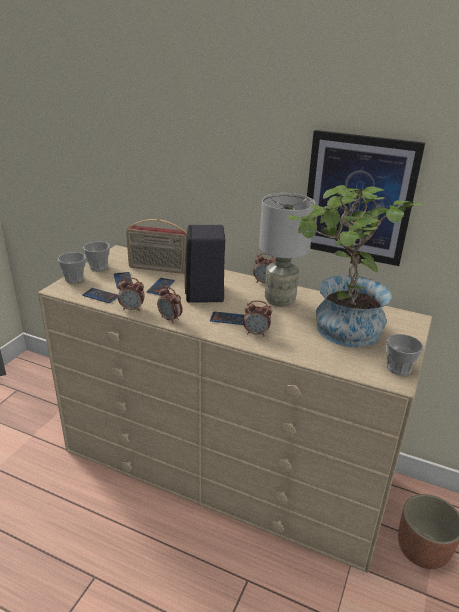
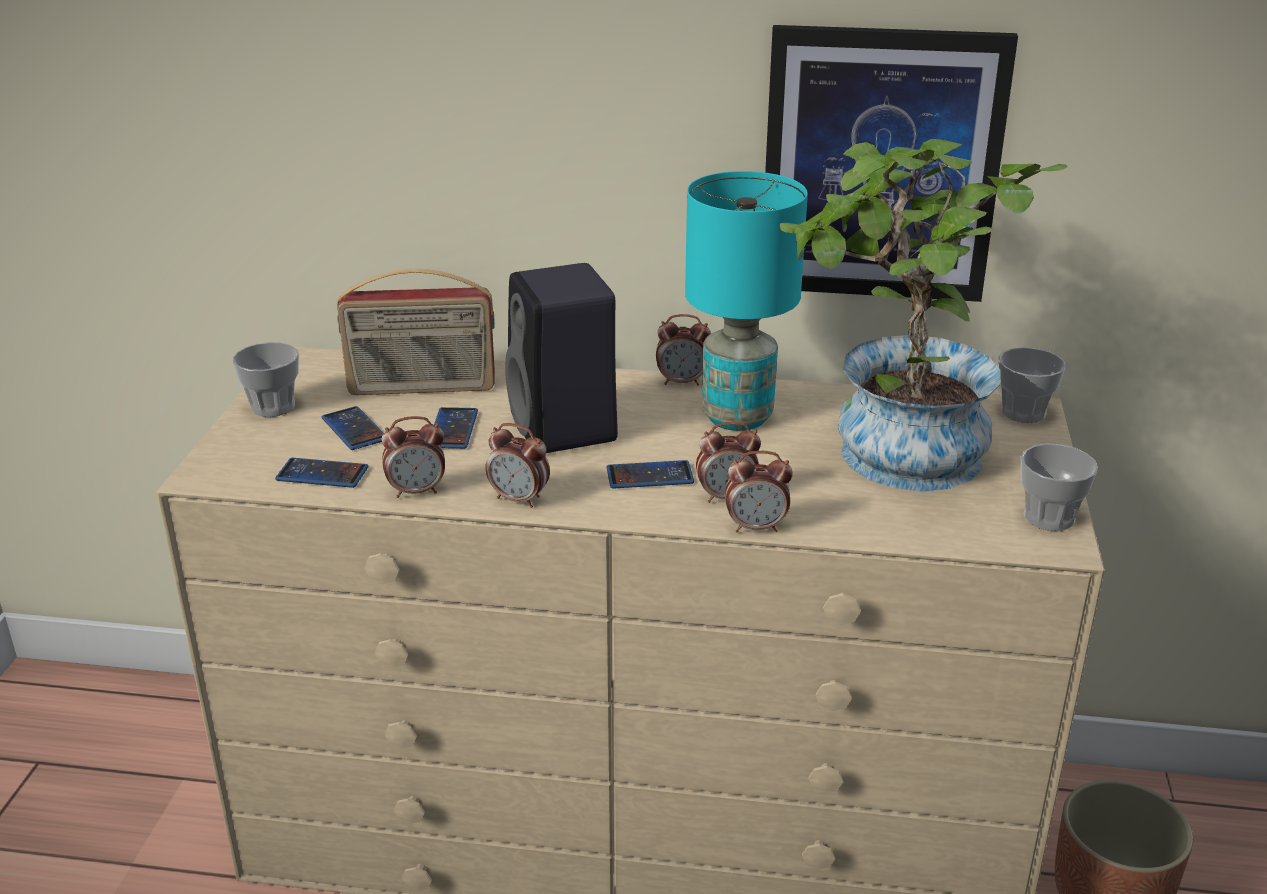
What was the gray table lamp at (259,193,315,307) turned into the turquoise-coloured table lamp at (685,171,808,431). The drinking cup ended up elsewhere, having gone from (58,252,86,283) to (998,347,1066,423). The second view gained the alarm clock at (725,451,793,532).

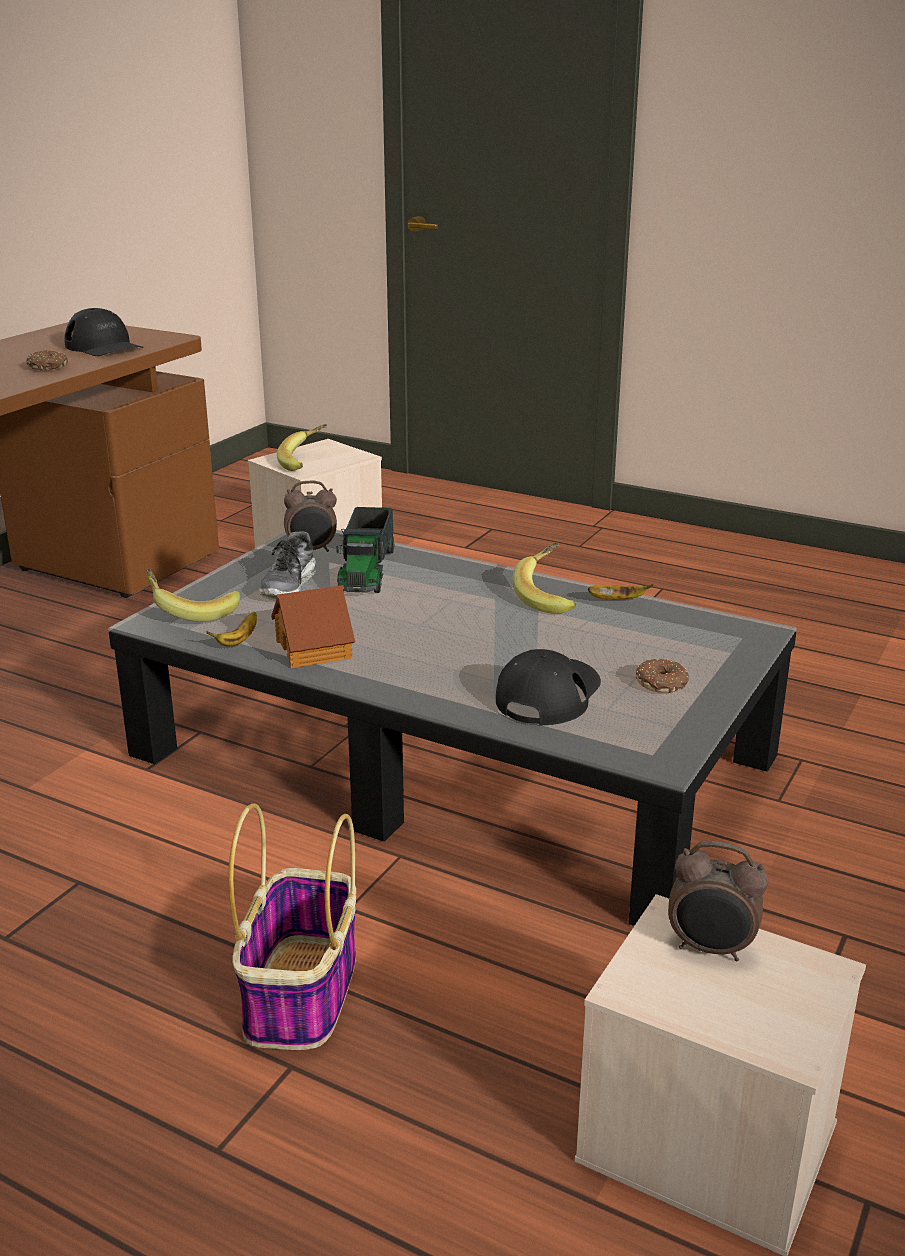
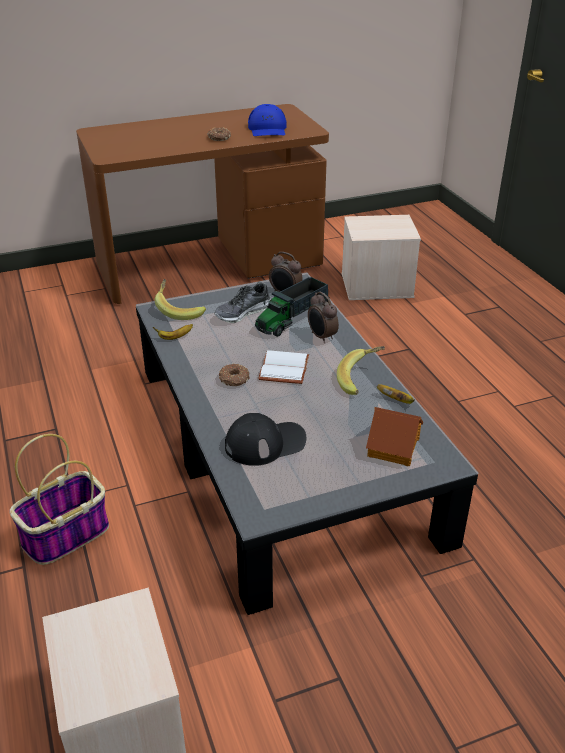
What was the black peaked cap at (64,308,143,356) turned into the bluish peaked cap at (248,104,287,136). The second view lost the banana at (277,424,327,471). The miniature house ended up elsewhere, having gone from (271,585,355,668) to (366,407,423,466). The doughnut ended up elsewhere, having gone from (636,658,689,693) to (219,363,250,386). The alarm clock ended up elsewhere, having gone from (668,841,769,962) to (308,292,339,343). The second view gained the whitish book at (258,350,309,384).

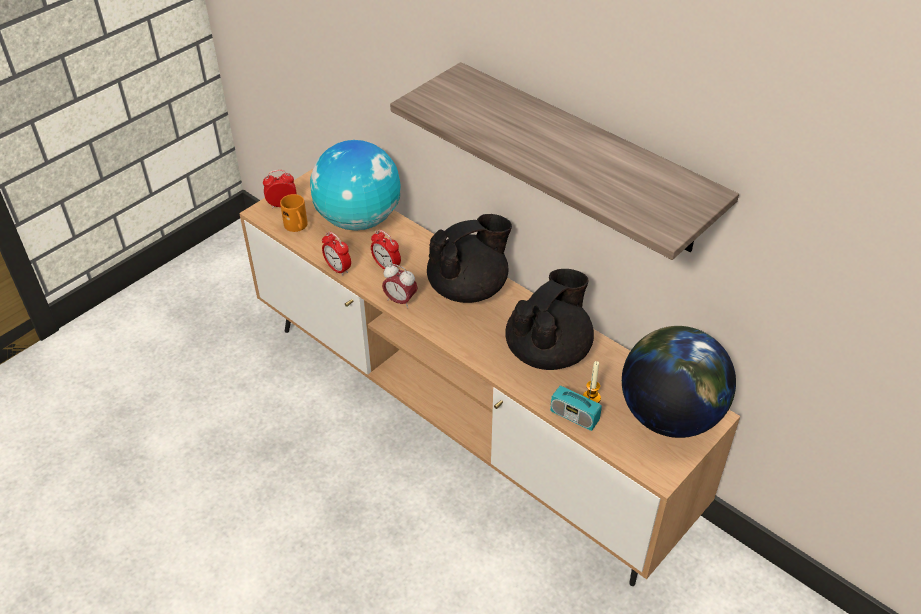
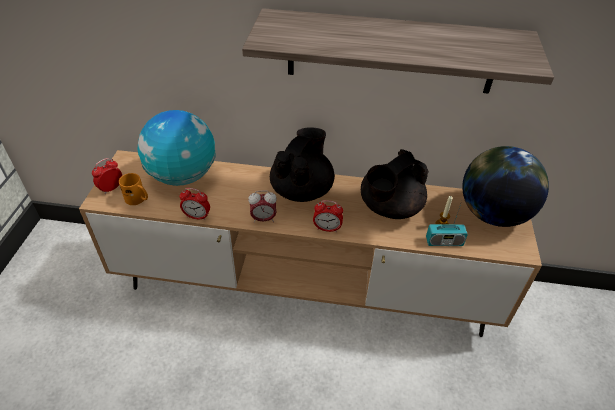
The alarm clock ended up elsewhere, having gone from (371,230,401,269) to (313,200,343,232). The black pot for tea at (505,269,594,370) ended up facing another way, 135 degrees counterclockwise from before.

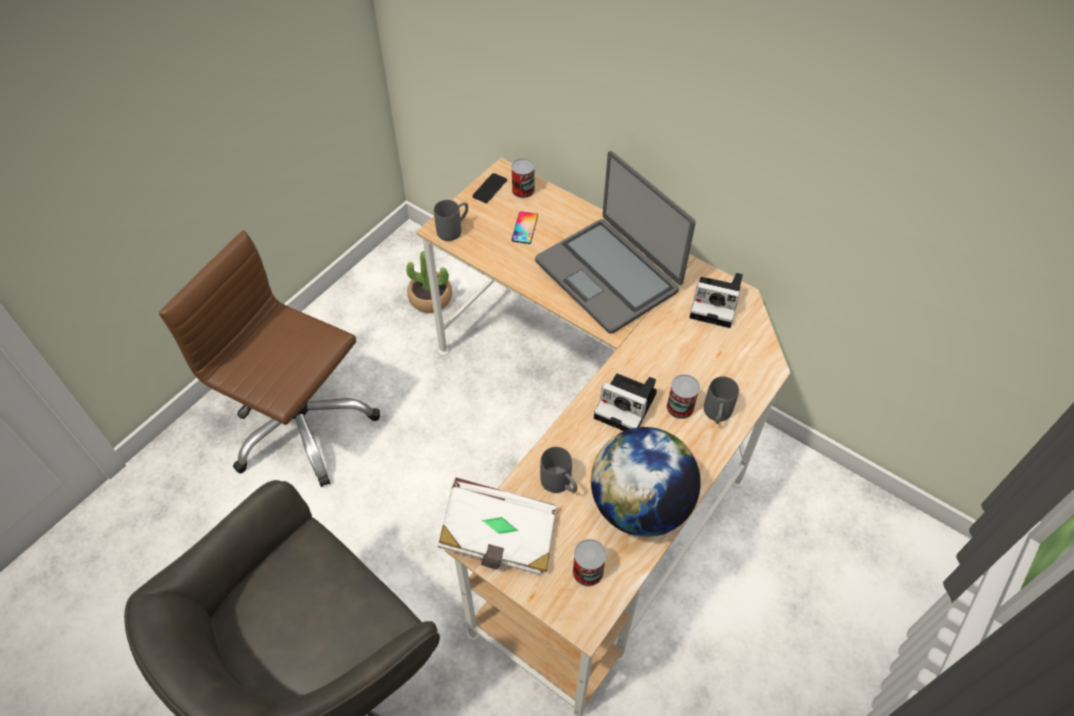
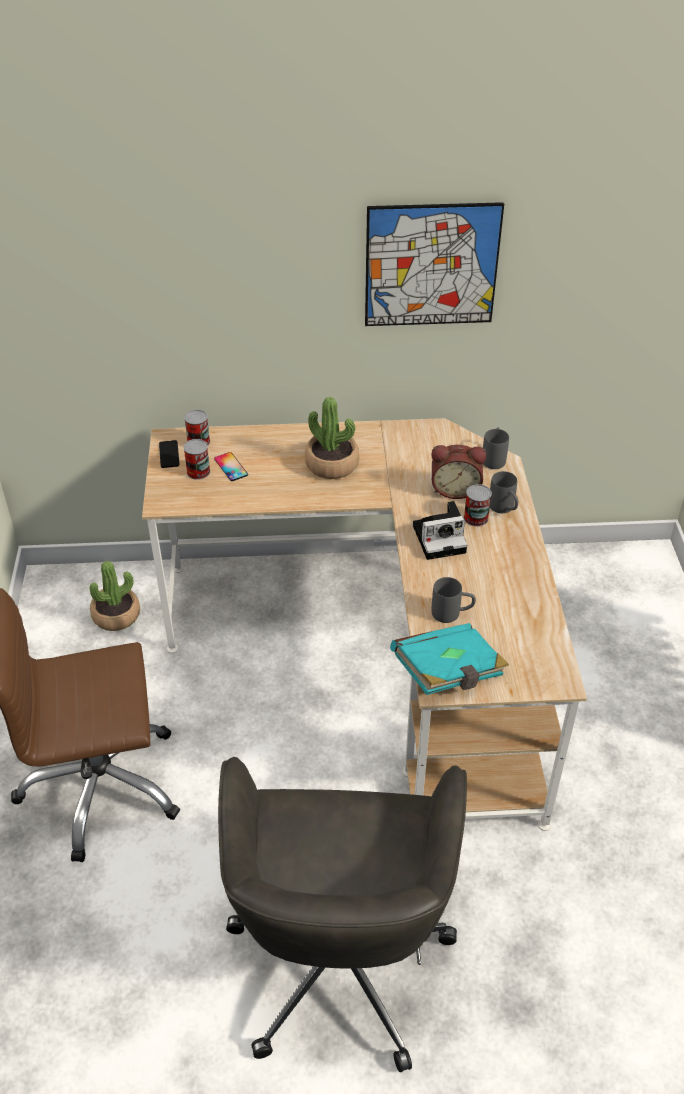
Where the portable computer stood at (535,151,696,334), the plant in a pot came to stand at (305,397,360,479). The gray tea mug ended up elsewhere, having gone from (434,200,468,241) to (483,427,509,469). The second view lost the still camera at (689,273,743,328). The second view lost the globe at (591,427,701,537). What was the whitish book at (438,477,556,575) turned into the turquoise-coloured book at (390,623,509,695). The can ended up elsewhere, having gone from (573,539,606,586) to (184,439,210,480). The second view gained the wall picture at (365,202,504,326). The second view gained the alarm clock at (431,445,486,499).

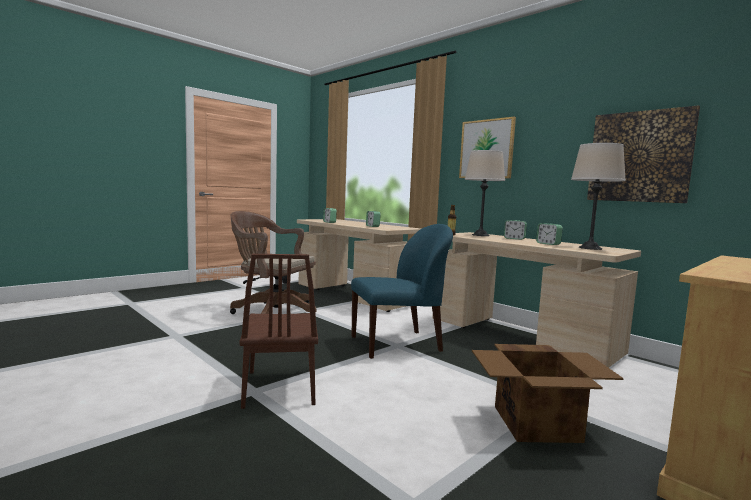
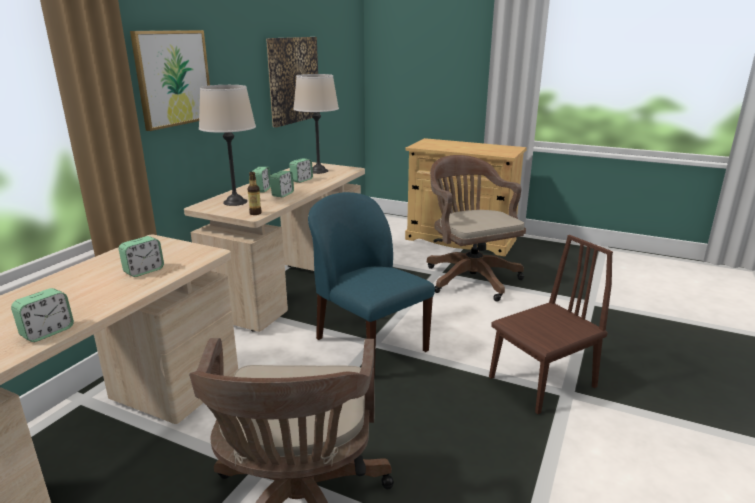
Where the carton stood at (472,344,624,443), the brown-coloured desk chair came to stand at (427,155,526,302). The second view gained the alarm clock at (270,171,294,197).

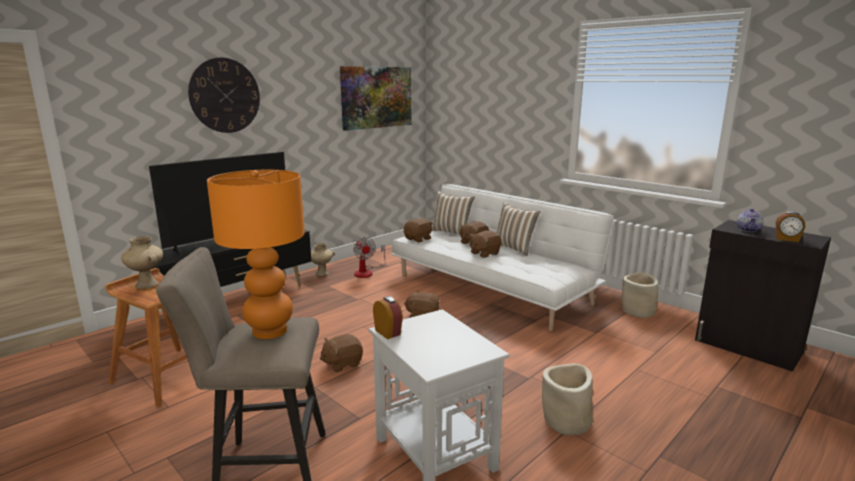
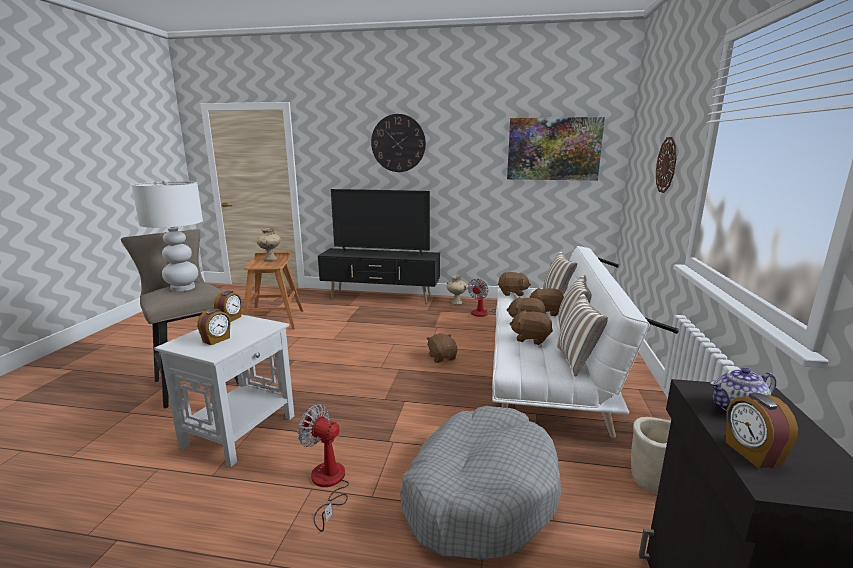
What was the orangey table lamp at (207,170,305,339) turned into the whitish table lamp at (132,179,203,292). The brown-coloured plush toy ended up elsewhere, having gone from (320,334,363,372) to (509,310,553,345). Where the beige plant pot stood at (542,364,593,435), the cooling fan came to stand at (297,404,349,532). The second view gained the hanging clock at (656,137,677,193). The second view gained the throw pillow at (557,294,608,376). The second view gained the alarm clock at (197,309,231,345). The second view gained the gray dog cushion at (400,406,561,559).

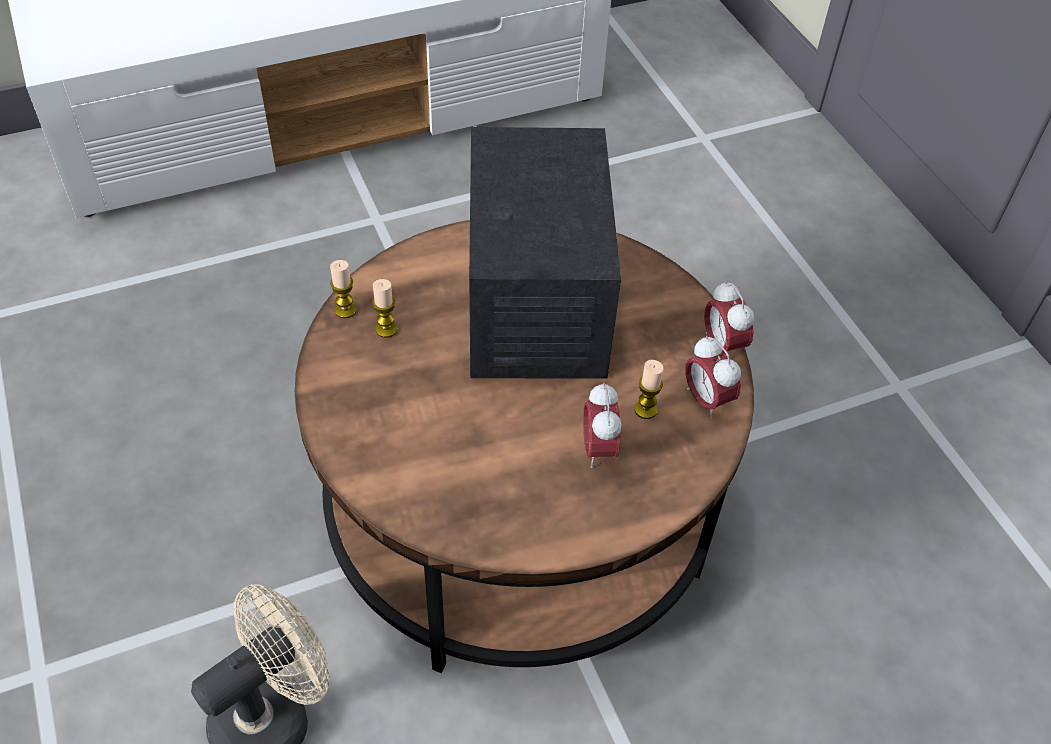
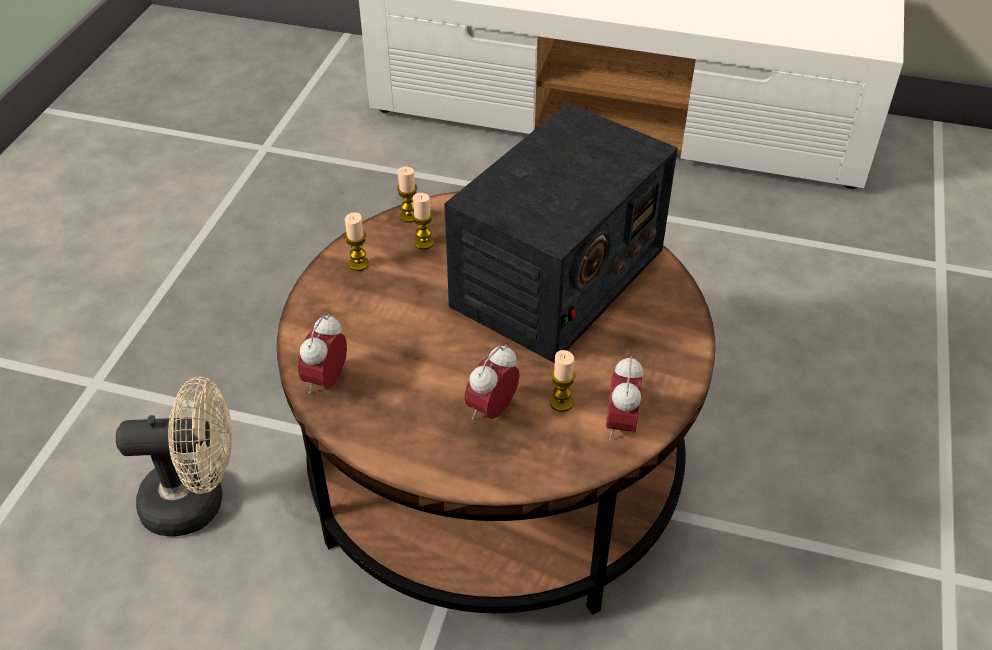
The alarm clock ended up elsewhere, having gone from (704,281,754,351) to (298,314,347,394). The second view gained the candle at (345,212,369,271).

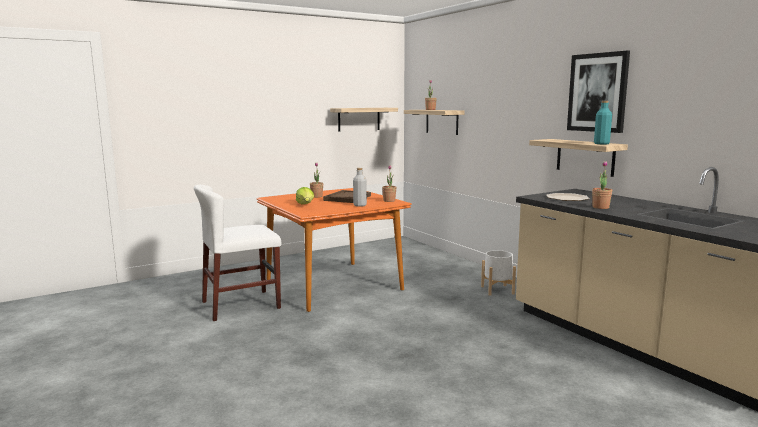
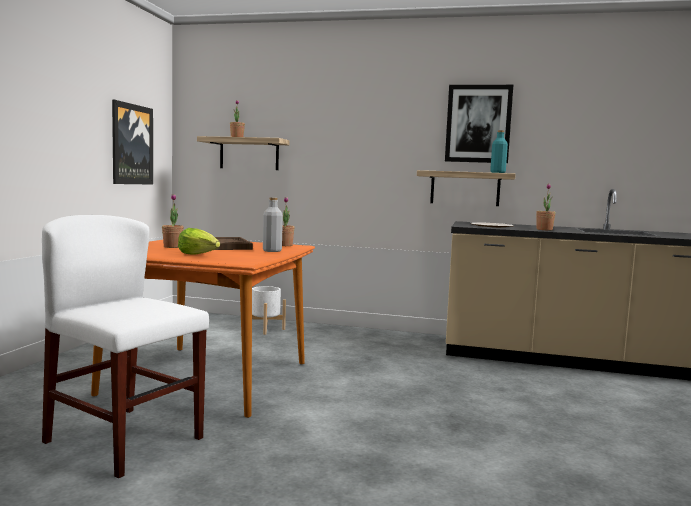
Where the wall shelf hung at (330,108,398,131), the wall picture came to hang at (112,100,153,185). The whitish upright chair at (194,185,281,321) ended up facing another way, 105 degrees clockwise from before. The whitish plant pot ended up elsewhere, having gone from (481,250,516,296) to (252,286,286,335).

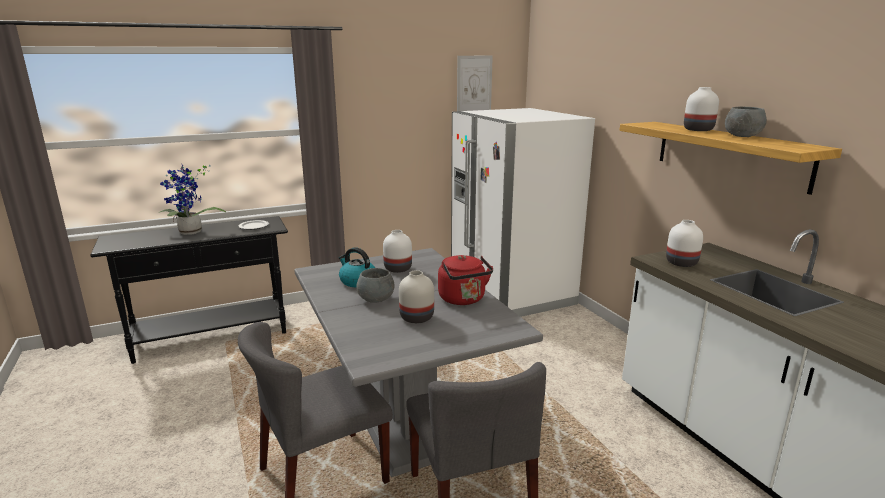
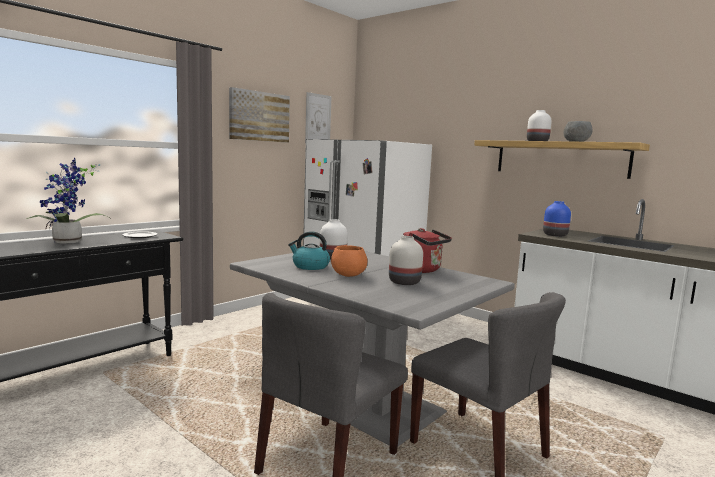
What was the whitish vase at (666,220,703,267) turned into the bluish vase at (543,201,571,237). What was the gray bowl at (356,268,394,303) turned into the orangey bowl at (331,245,367,277). The second view gained the wall picture at (229,87,290,143).

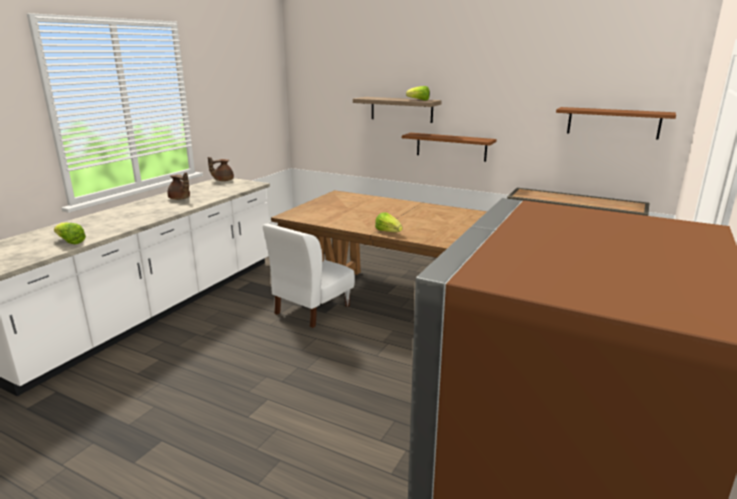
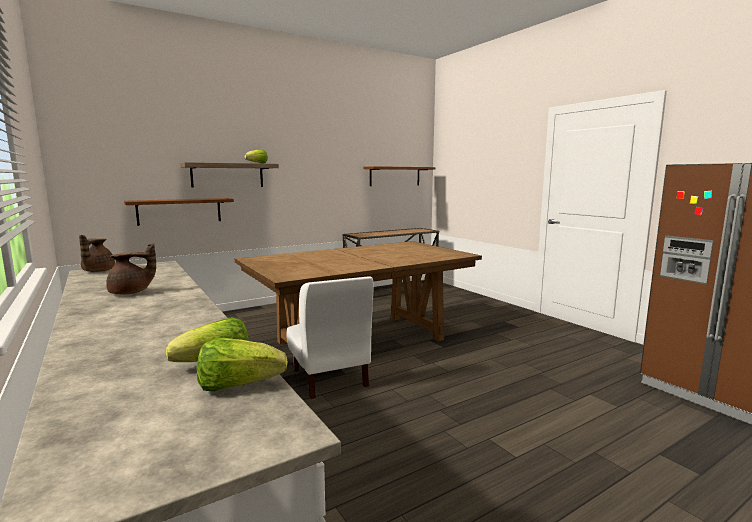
The brown-coloured wall shelf ended up elsewhere, having gone from (402,133,497,162) to (124,198,234,226). The head of lettuce ended up elsewhere, having gone from (375,212,403,232) to (197,338,288,392).

